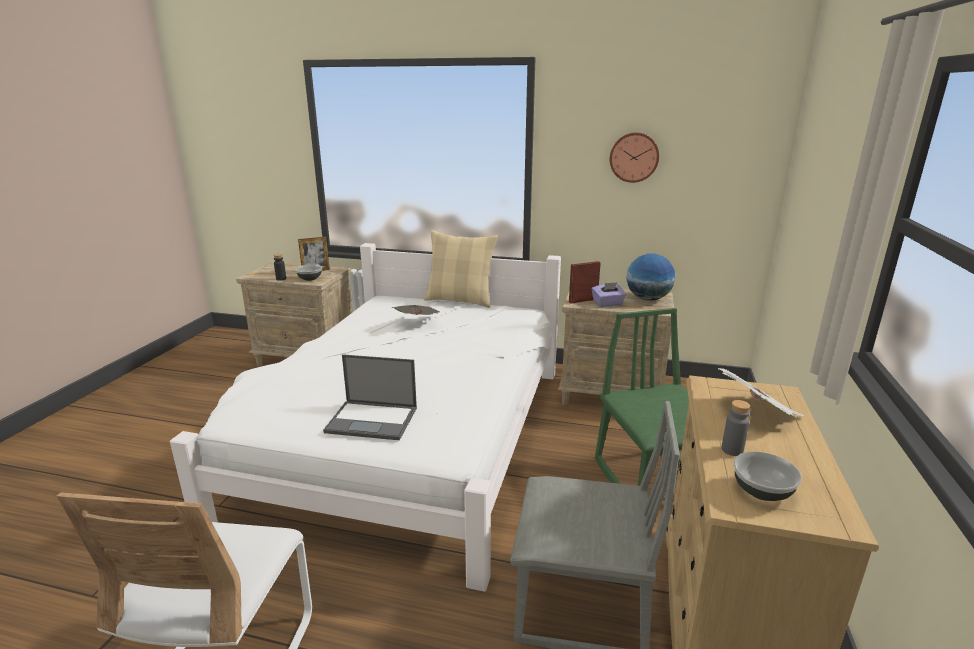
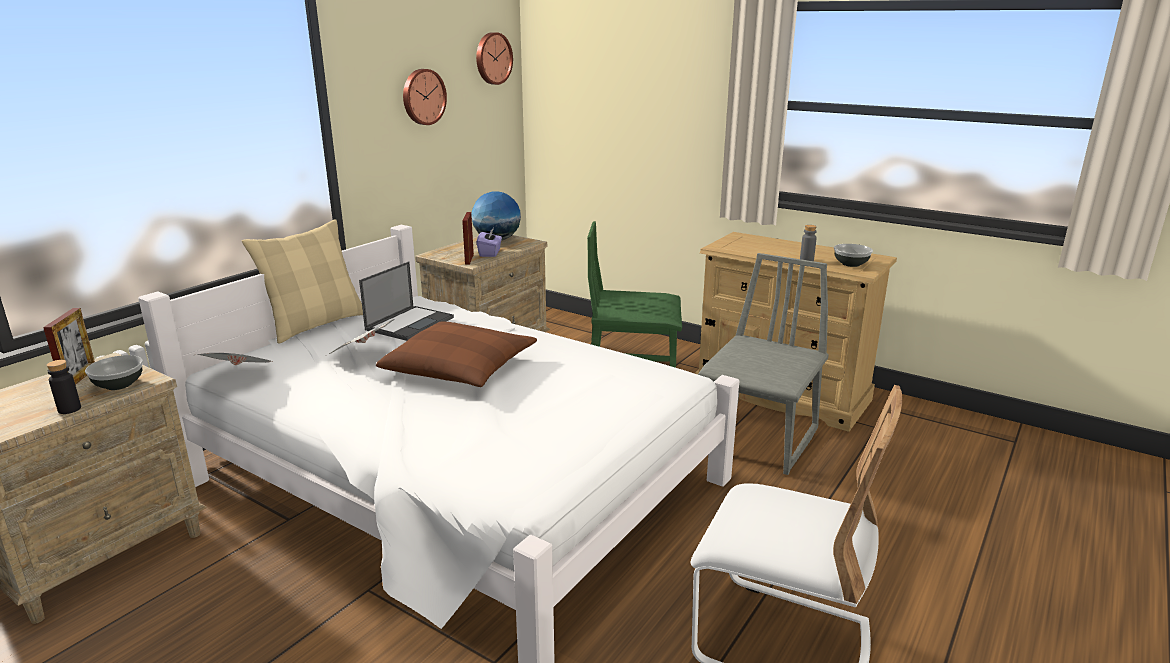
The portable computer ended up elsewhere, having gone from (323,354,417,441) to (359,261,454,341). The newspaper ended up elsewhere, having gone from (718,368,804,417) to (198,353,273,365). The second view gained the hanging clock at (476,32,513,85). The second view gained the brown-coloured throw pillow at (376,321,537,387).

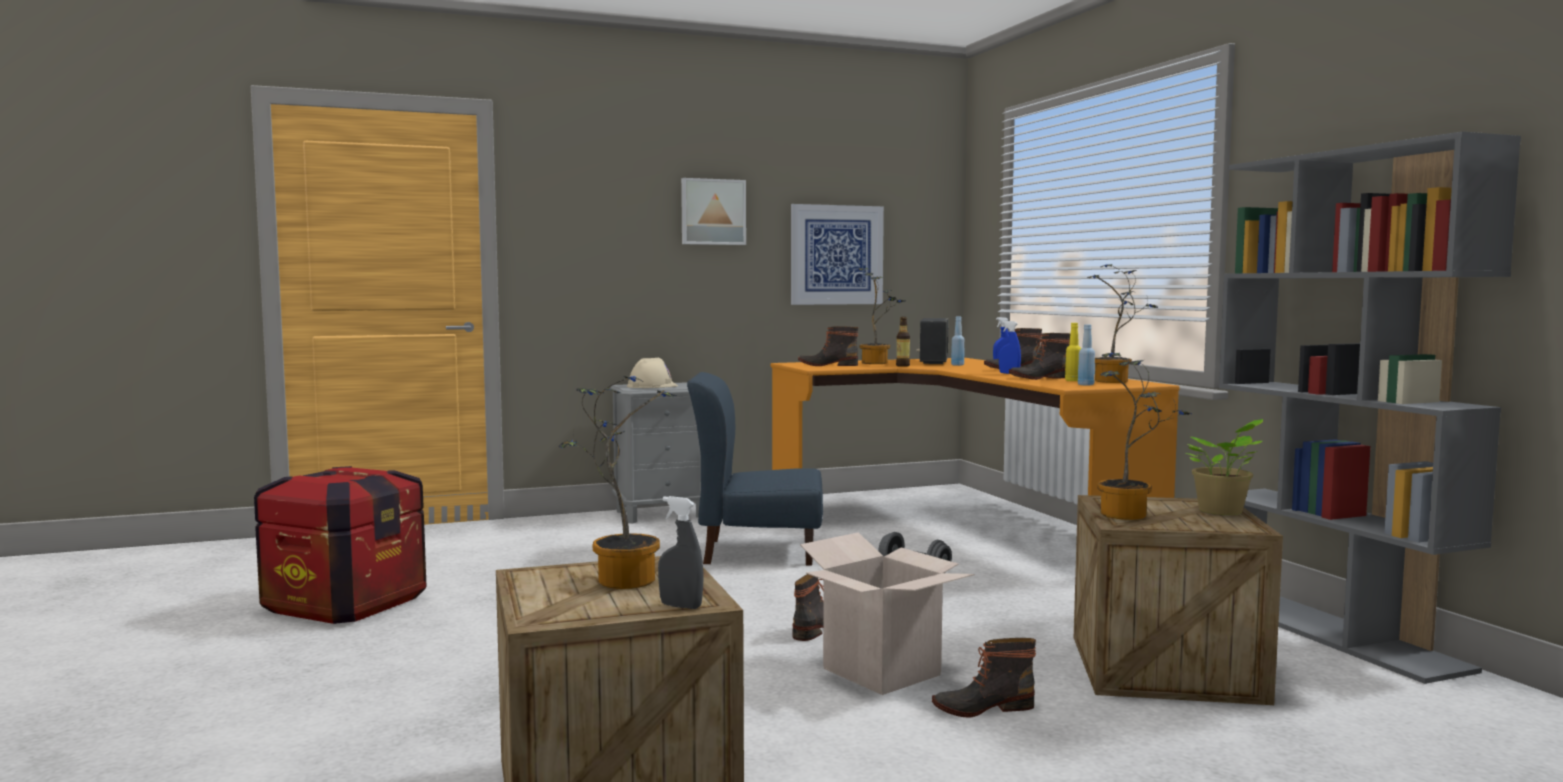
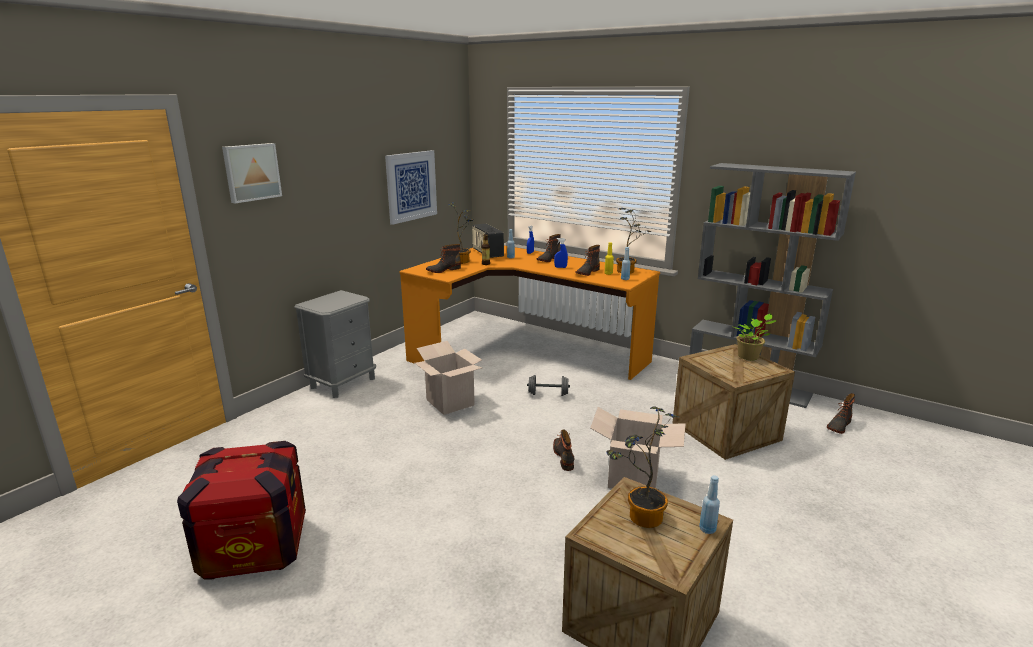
The wall picture ended up elsewhere, having gone from (681,178,746,245) to (222,143,282,203). The second view lost the plant in a pot at (1097,353,1192,520). The second view lost the beige safety helmet at (627,358,678,388). Where the bluish upright chair stood at (687,372,823,565), the carton came to stand at (415,341,482,415). Where the gray spray bottle stood at (658,496,704,609), the bluish drink bottle came to stand at (699,475,720,534). The boot ended up elsewhere, having gone from (932,638,1036,717) to (827,393,855,434).

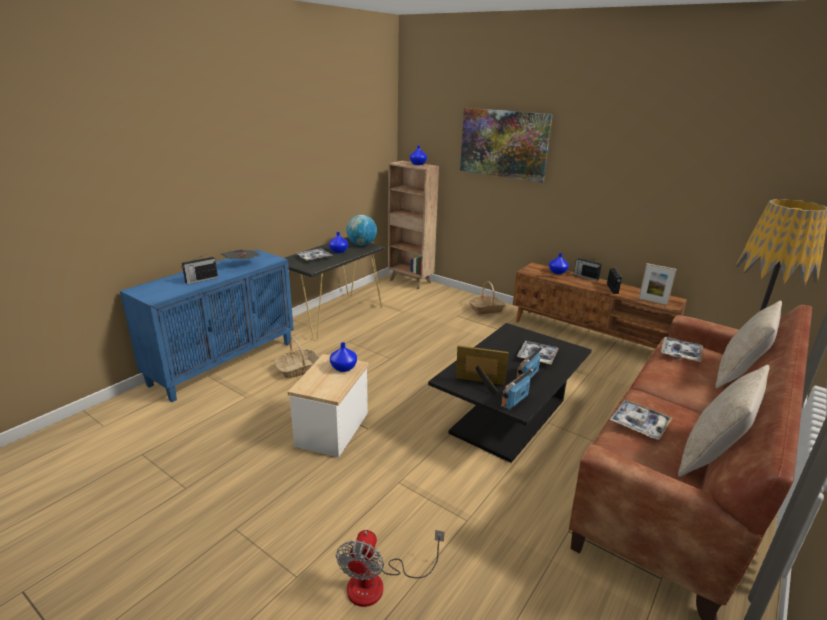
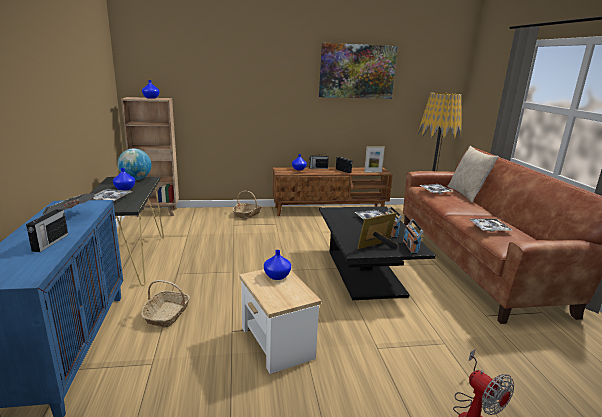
The wall picture ended up elsewhere, having gone from (460,108,553,183) to (319,43,398,99). The second view lost the beige throw pillow at (678,365,769,477).

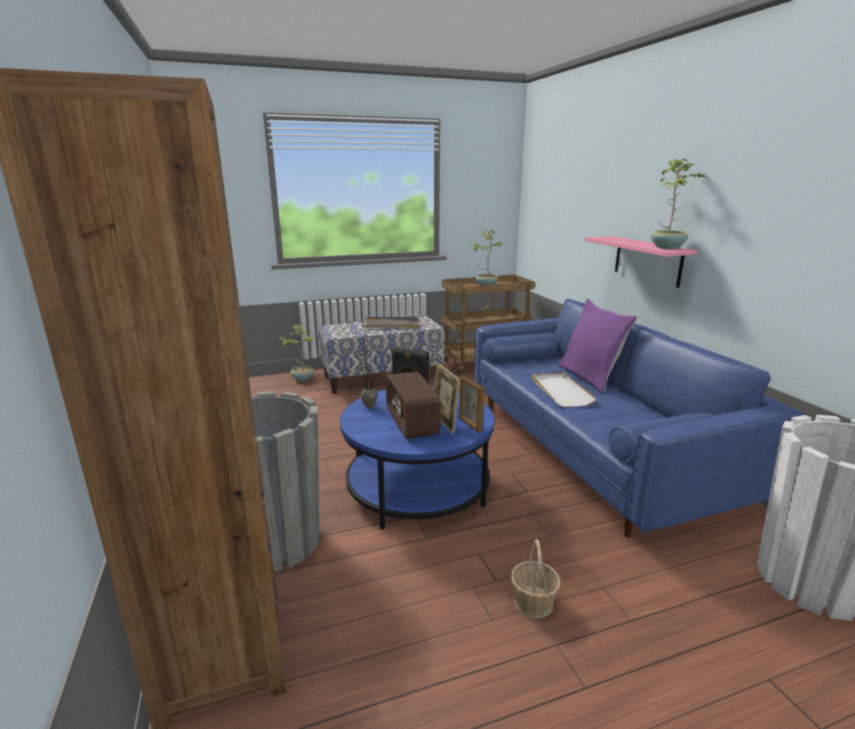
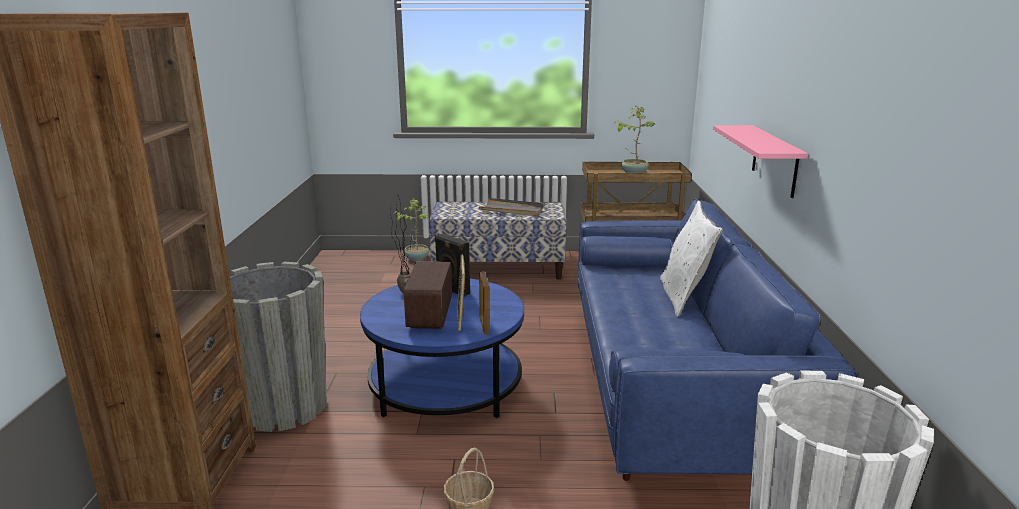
The second view lost the plant in a pot at (651,159,706,249). What was the purple-coloured throw pillow at (559,298,637,393) turned into the whitish throw pillow at (660,201,723,317). The second view lost the whitish tray at (532,372,597,407).

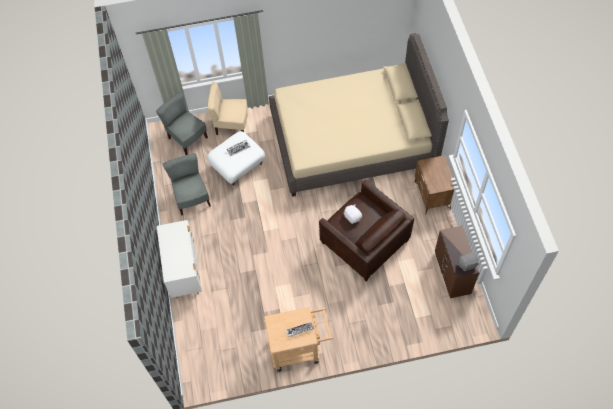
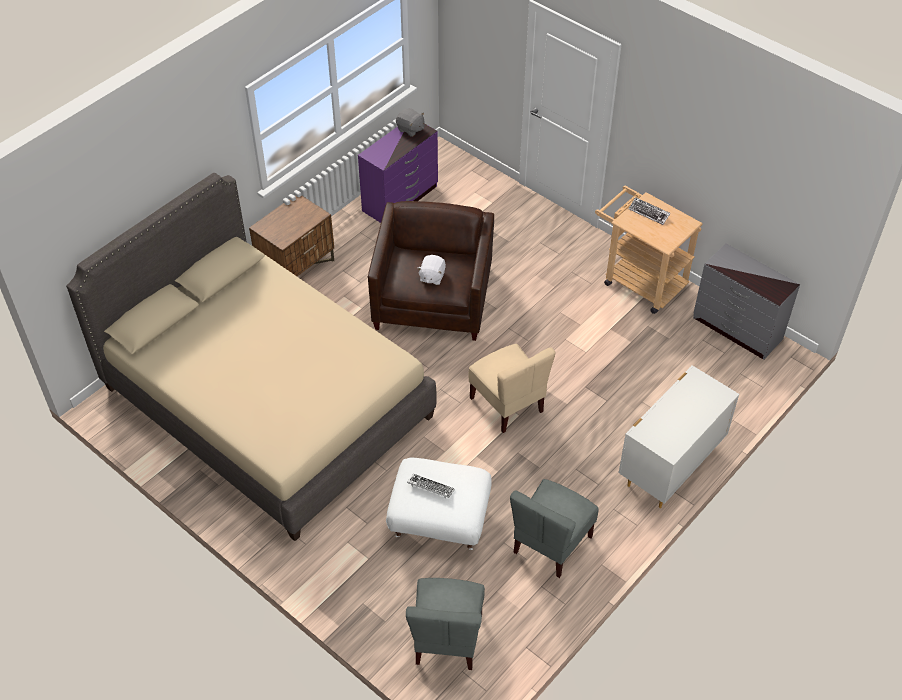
The beige upright chair ended up elsewhere, having gone from (208,82,248,135) to (469,344,556,433). What was the brown-coloured drawer chest at (435,226,479,298) turned into the purple-coloured drawer chest at (358,123,438,223). The second view gained the gray drawer chest at (693,243,800,360).

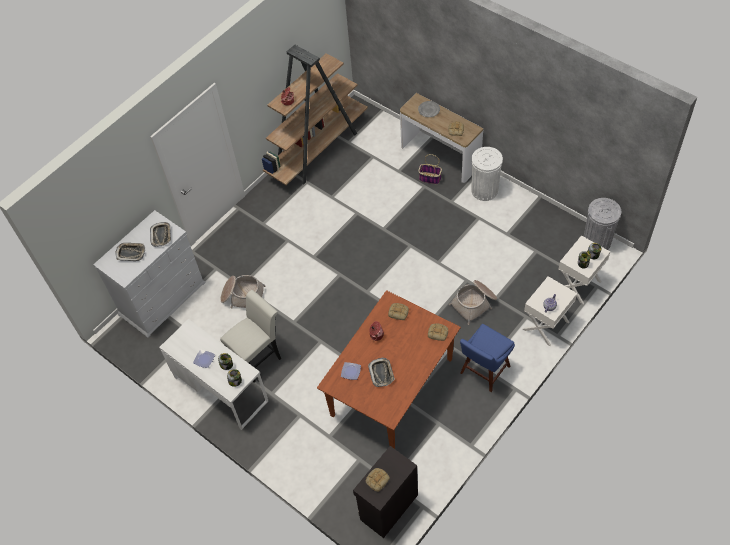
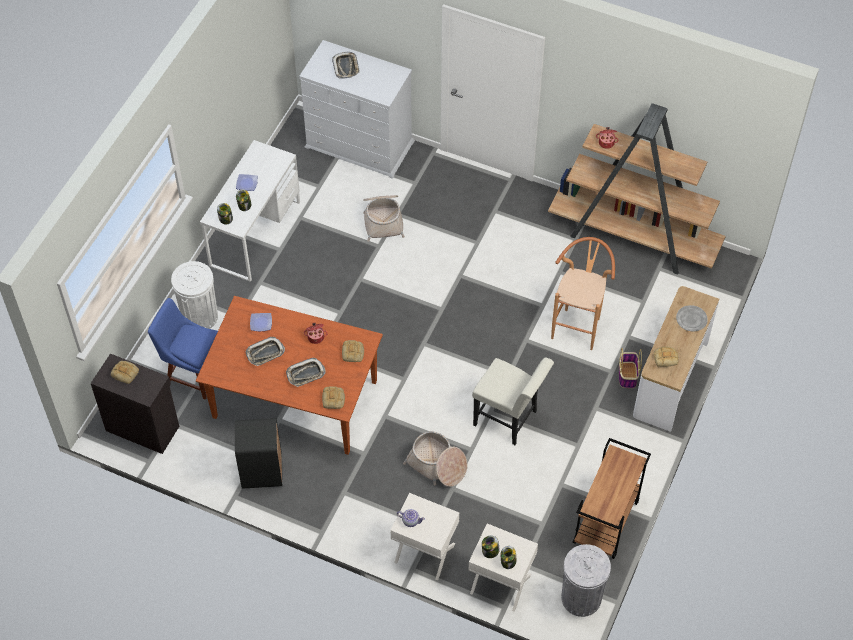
The whitish waste bin ended up elsewhere, having gone from (471,147,503,201) to (171,261,218,329). The tray ended up elsewhere, having gone from (150,222,171,247) to (286,358,326,387). The whitish upright chair ended up elsewhere, having gone from (220,290,281,383) to (472,358,554,445). The bluish upright chair ended up elsewhere, having gone from (460,324,515,392) to (148,298,218,400). The second view gained the brown-coloured sitting stool at (551,237,615,350). The second view gained the black waste bin at (235,418,283,489). The second view gained the brown-coloured trolley at (573,438,651,559).

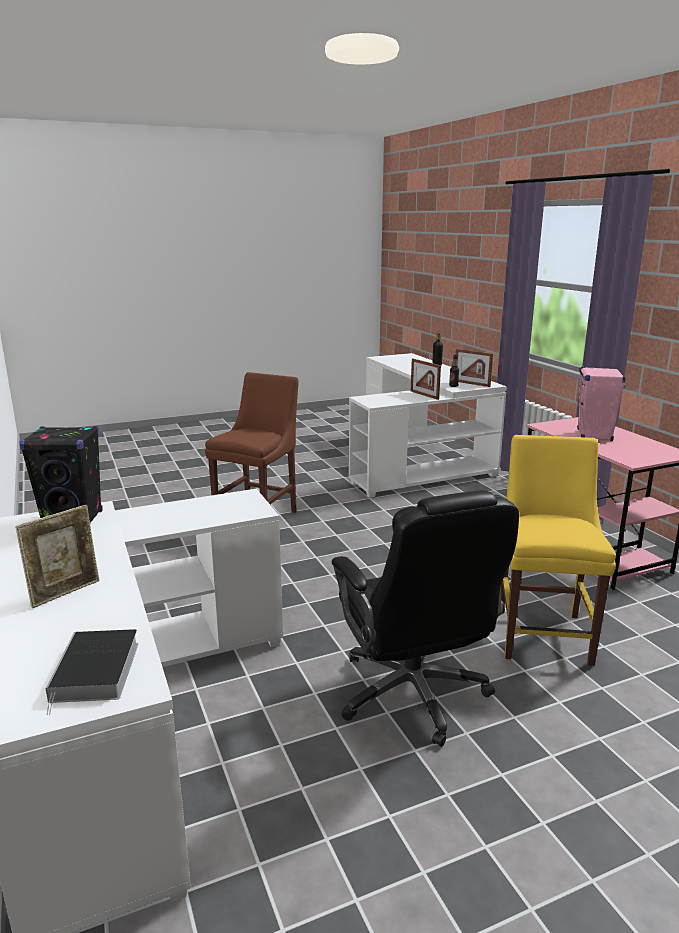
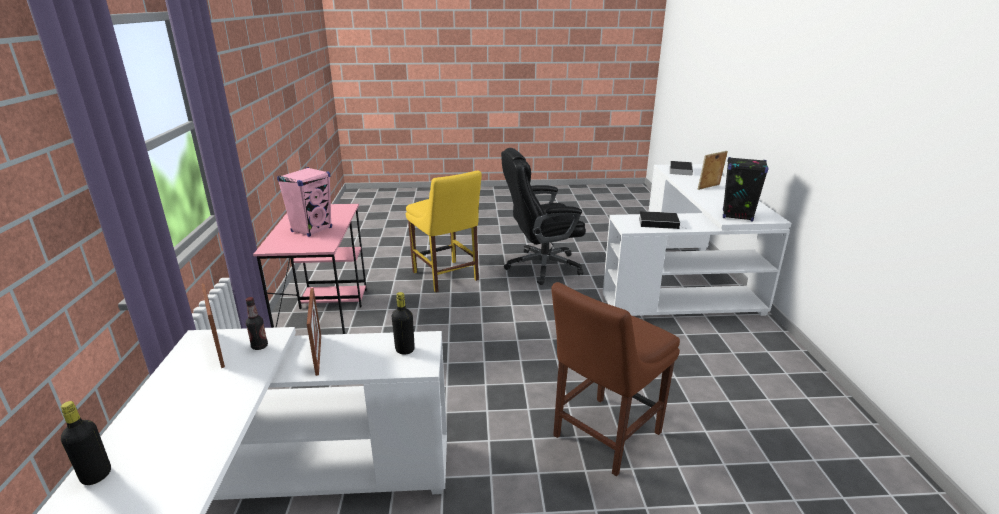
The yellowish upright chair at (500,435,616,666) ended up facing another way, 60 degrees counterclockwise from before. The black desk chair at (331,490,519,747) ended up facing another way, 105 degrees counterclockwise from before. The second view gained the book at (639,211,687,229). The second view gained the black drink bottle at (392,292,415,355).

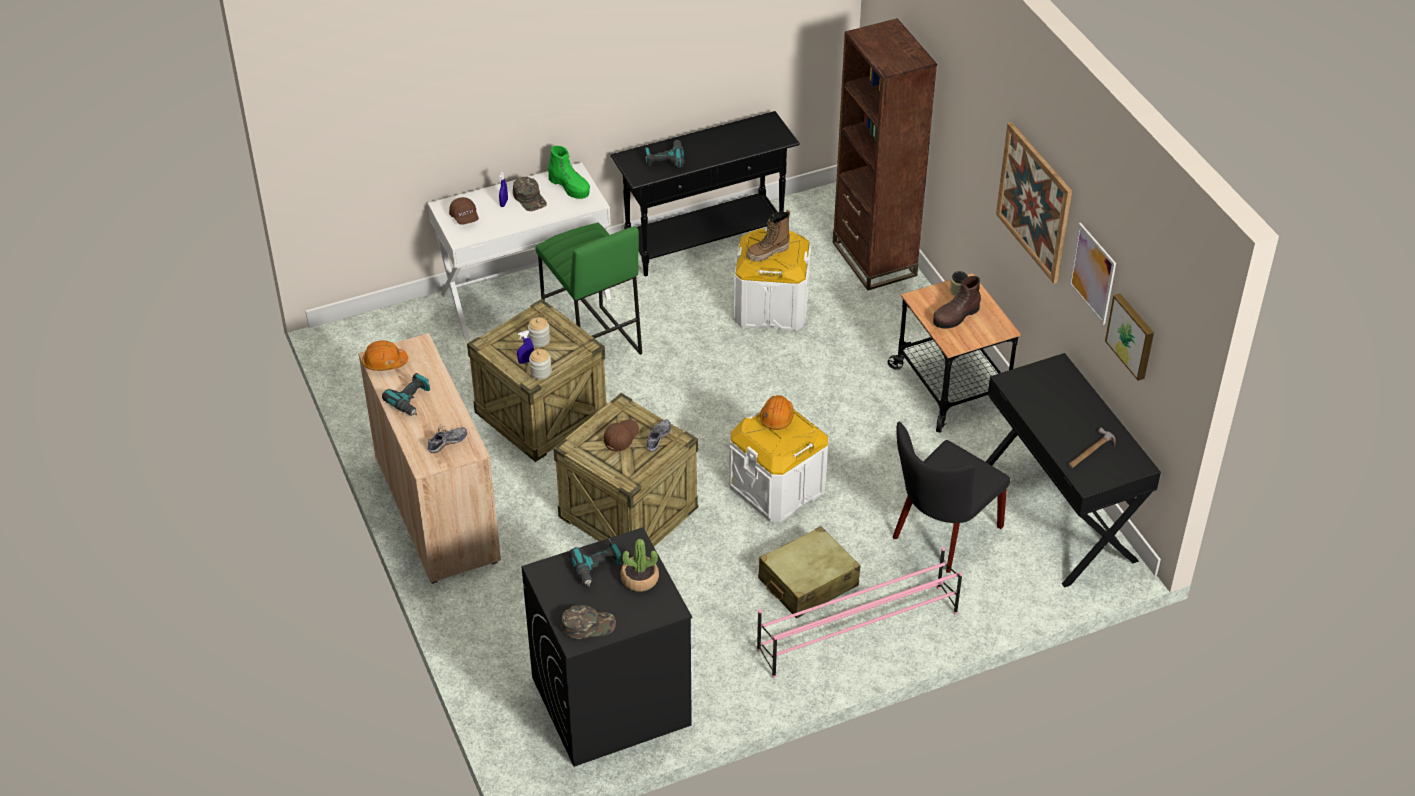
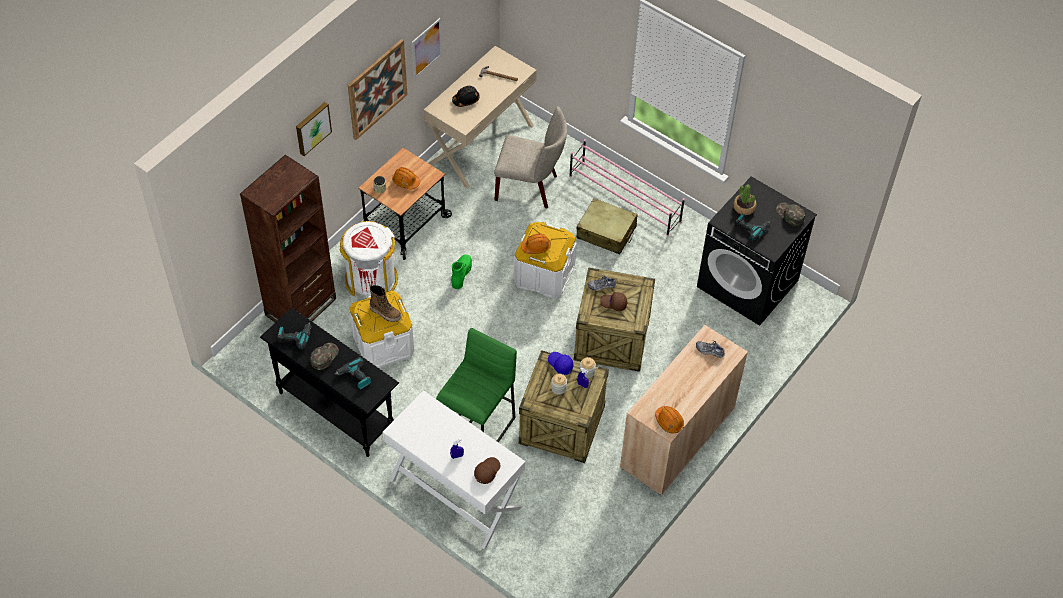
The green-coloured boot ended up elsewhere, having gone from (548,146,590,199) to (451,254,472,289). The green-coloured peaked cap ended up elsewhere, having gone from (513,177,547,211) to (311,343,339,370). Where the brown-coloured boot stood at (933,276,981,329), the orangey safety helmet came to stand at (392,167,420,189). The wall picture ended up elsewhere, having gone from (1105,293,1154,381) to (296,102,332,156). What was the black desk table at (986,353,1161,588) turned into the beige desk table at (424,46,537,188). The drill ended up elsewhere, having gone from (382,373,430,416) to (278,322,312,349). What was the black upright chair at (893,422,1010,573) turned into the beige upright chair at (494,106,567,209). The second view gained the black safety helmet at (452,86,480,107). The second view gained the whitish waste bin at (339,221,398,296). The second view gained the bluish peaked cap at (548,352,574,375).

